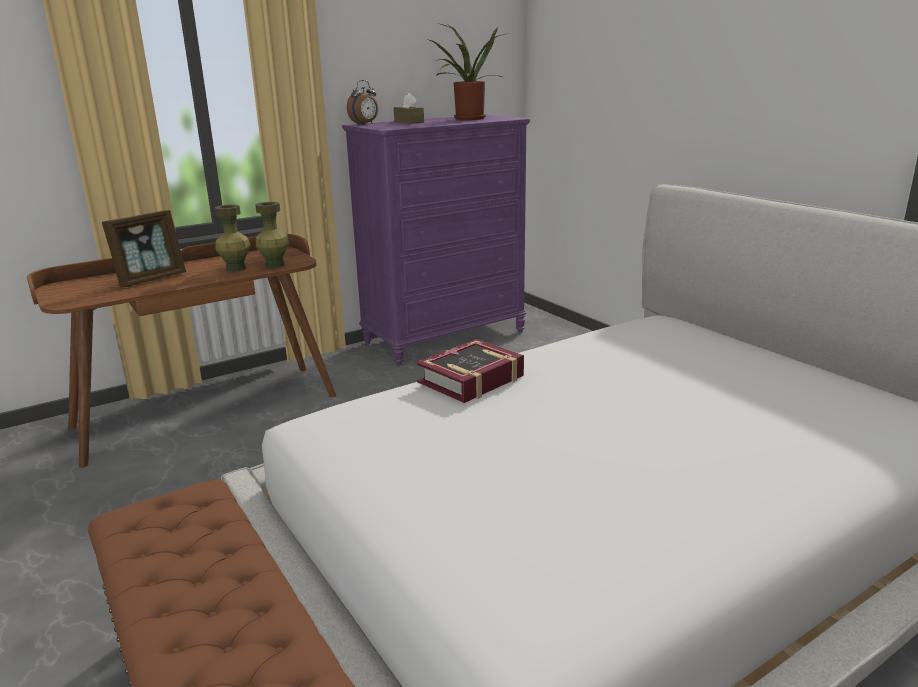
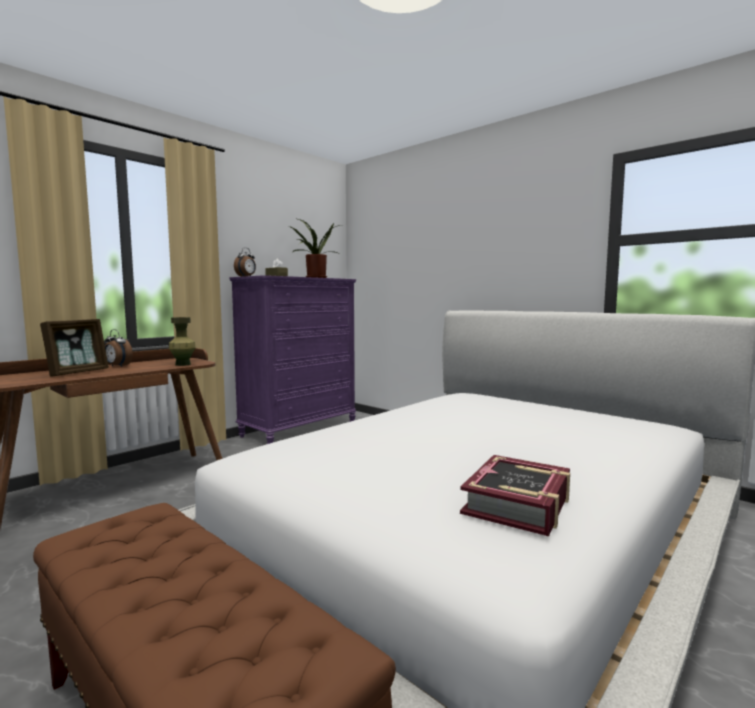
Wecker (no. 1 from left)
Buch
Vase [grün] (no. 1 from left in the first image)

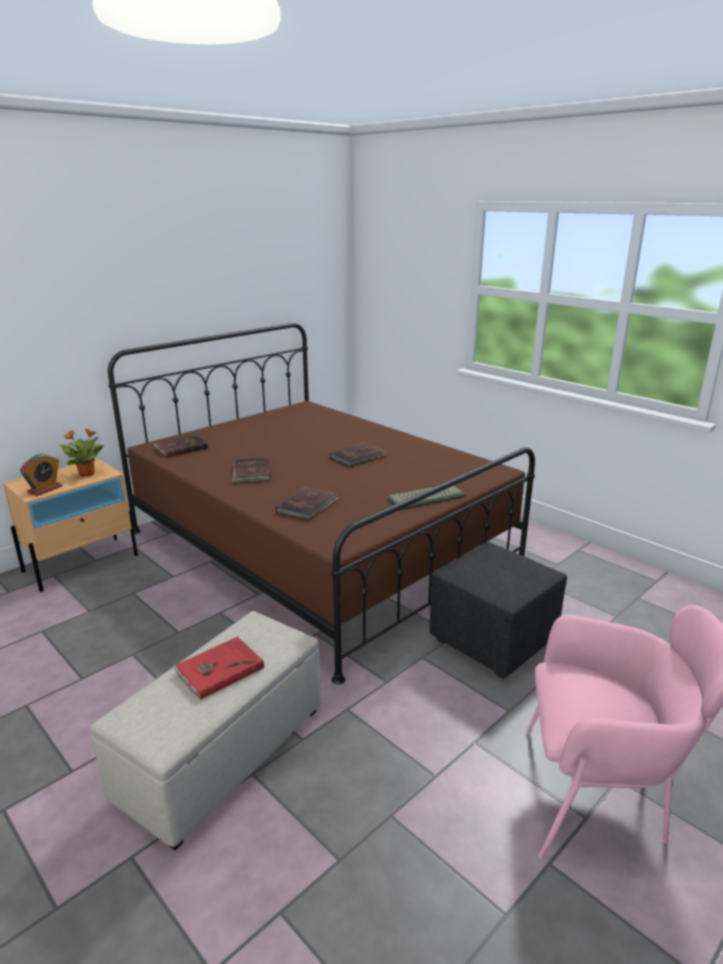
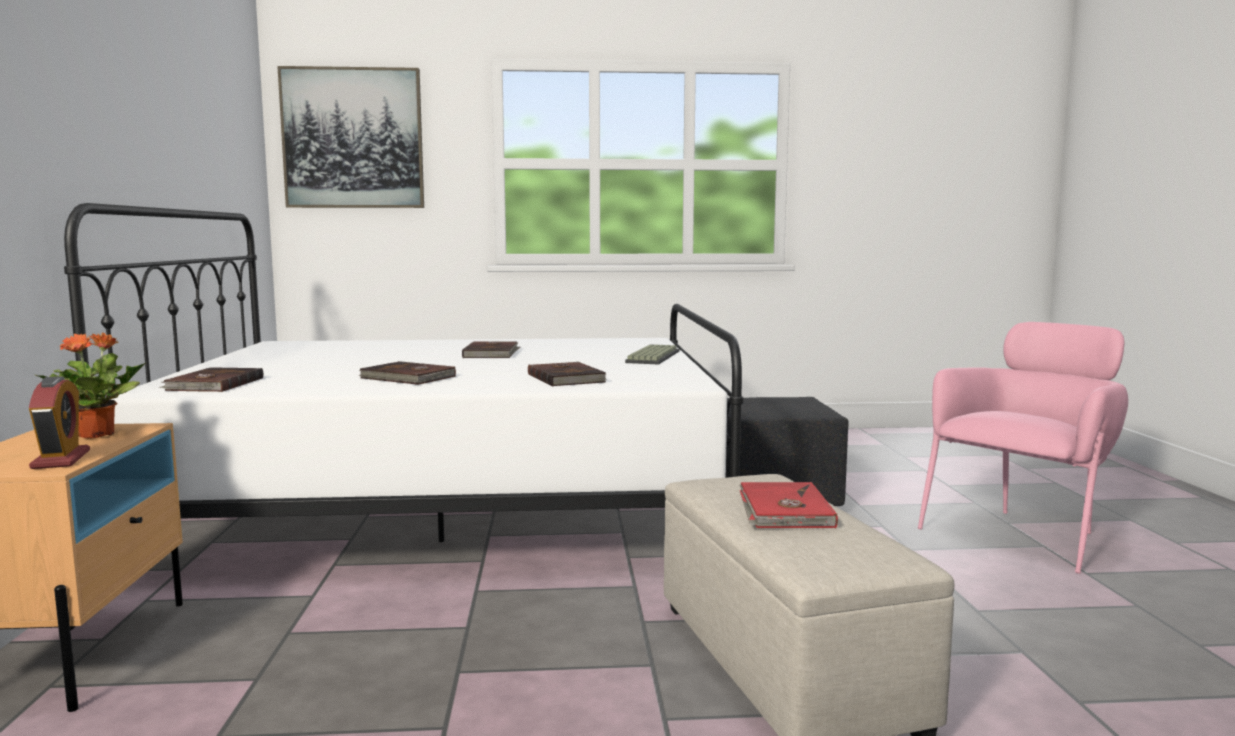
Bett [weiß]
Bild

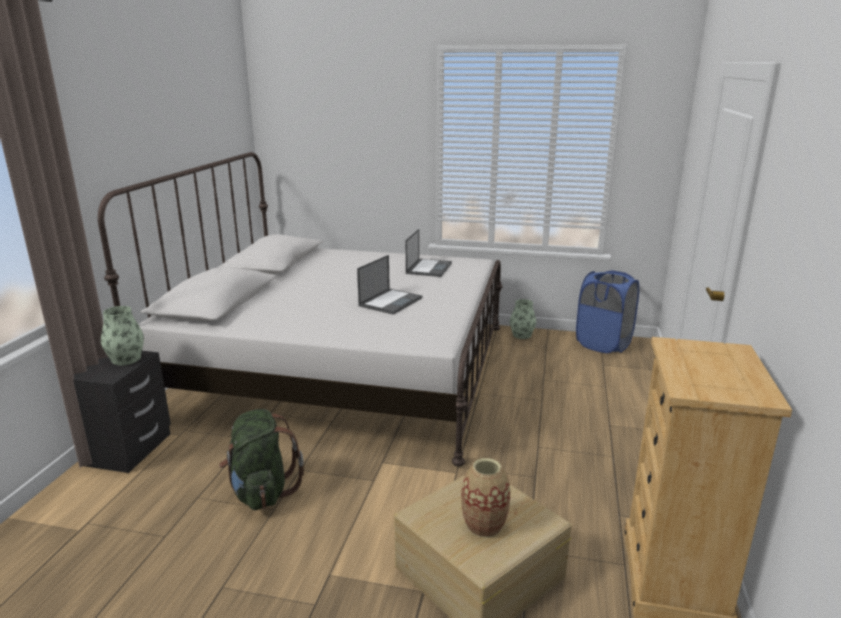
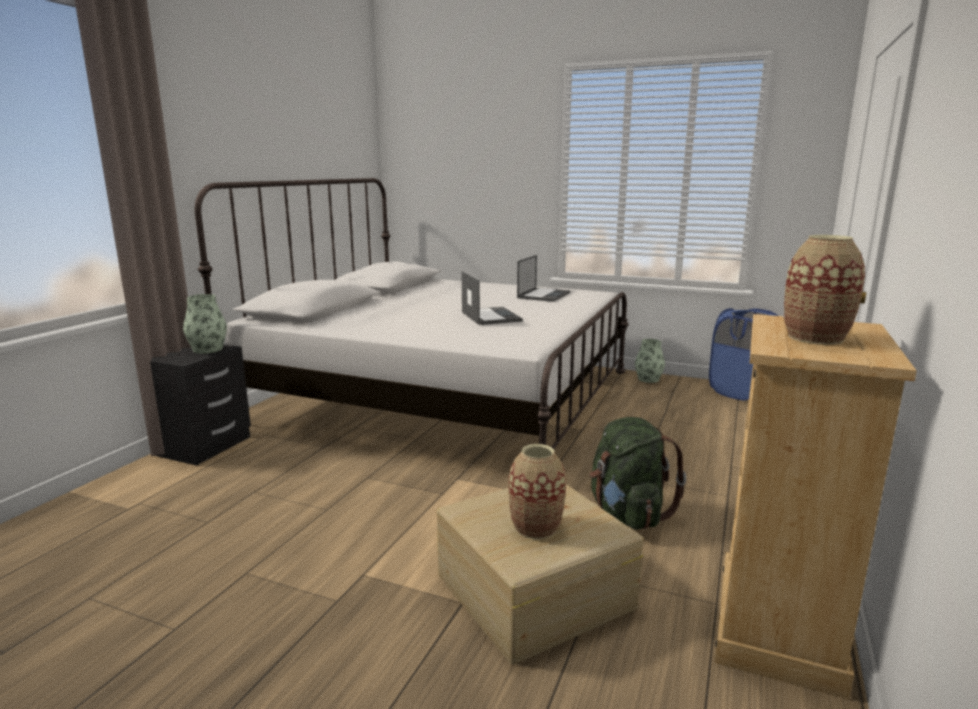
Laptop (no. 1 from left)
Rucksack [grün]
Vase (no. 4 from left)

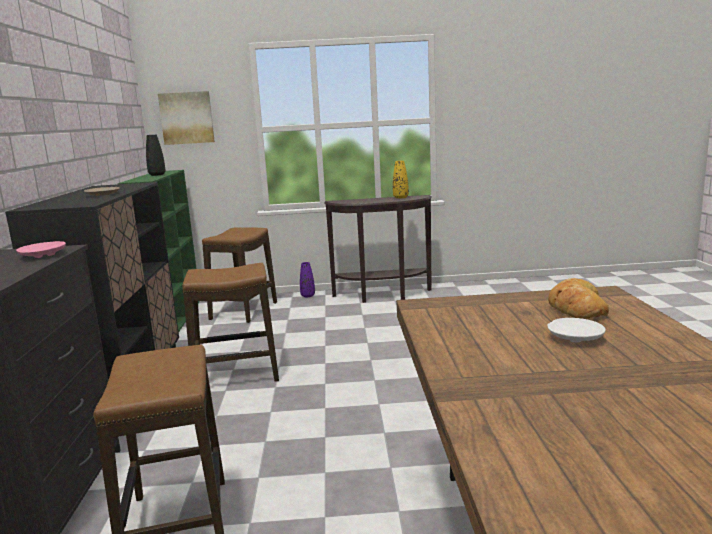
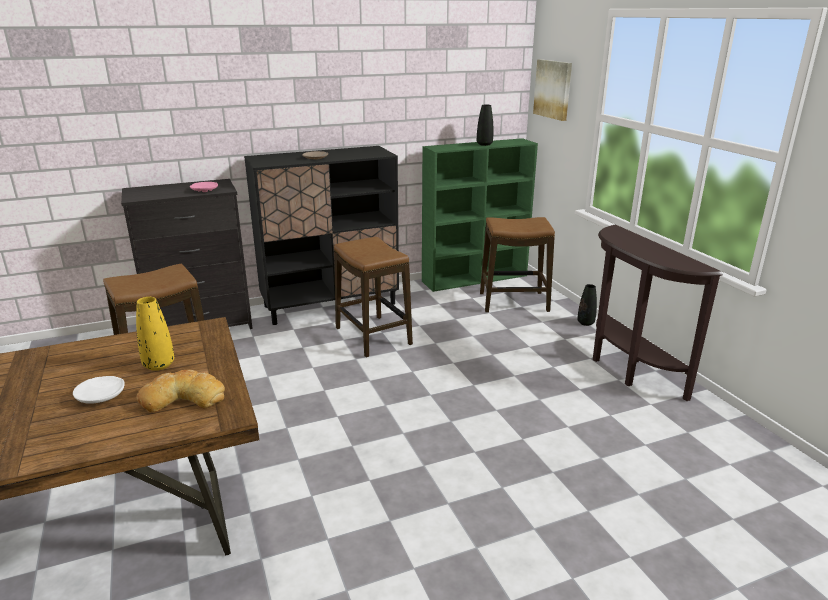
Vase [gelb]
Vase [schwarz] (no. 2 from left)

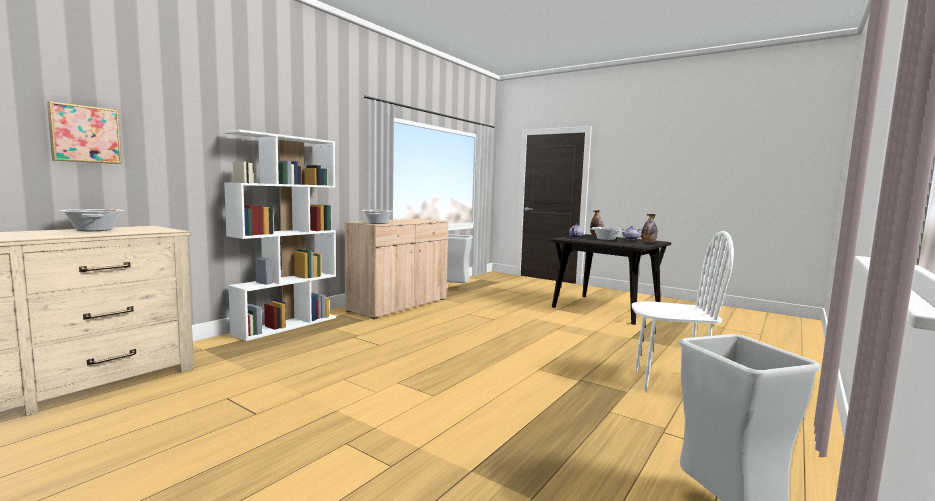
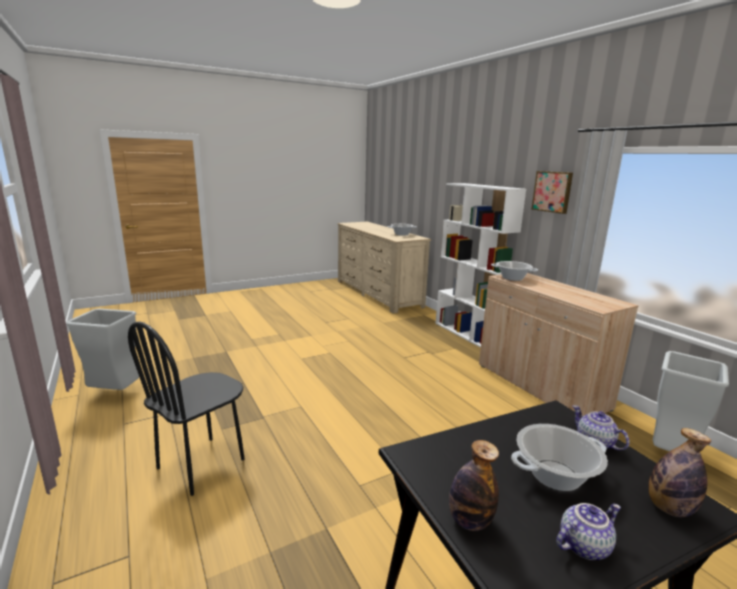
Stuhl [schwarz]
Bild

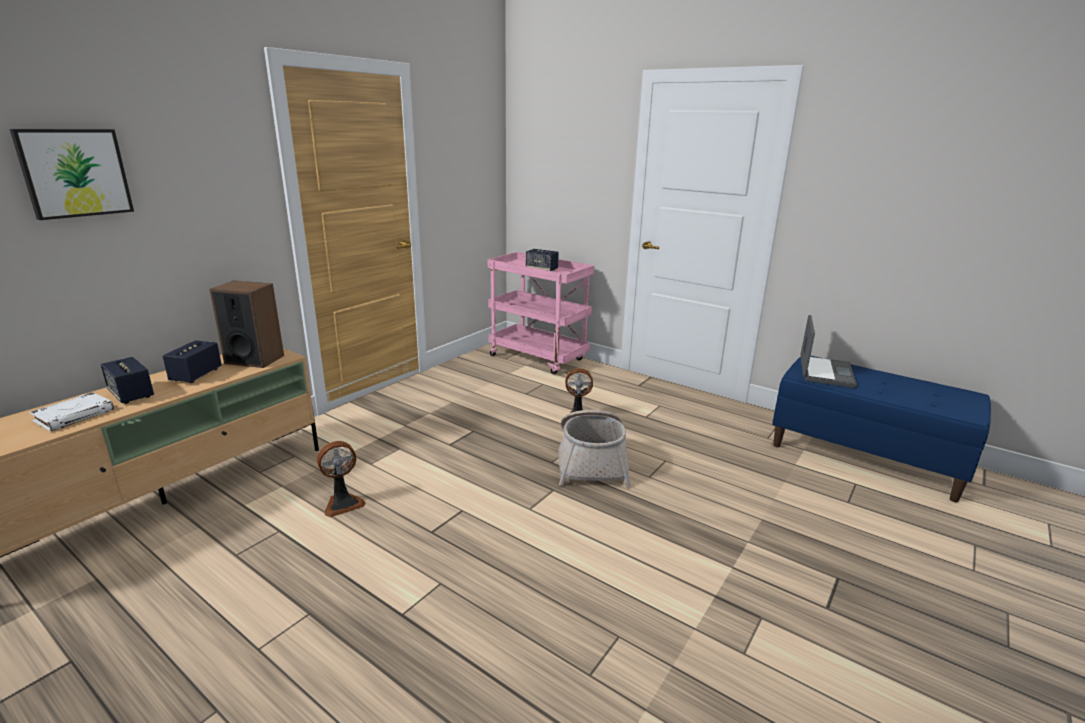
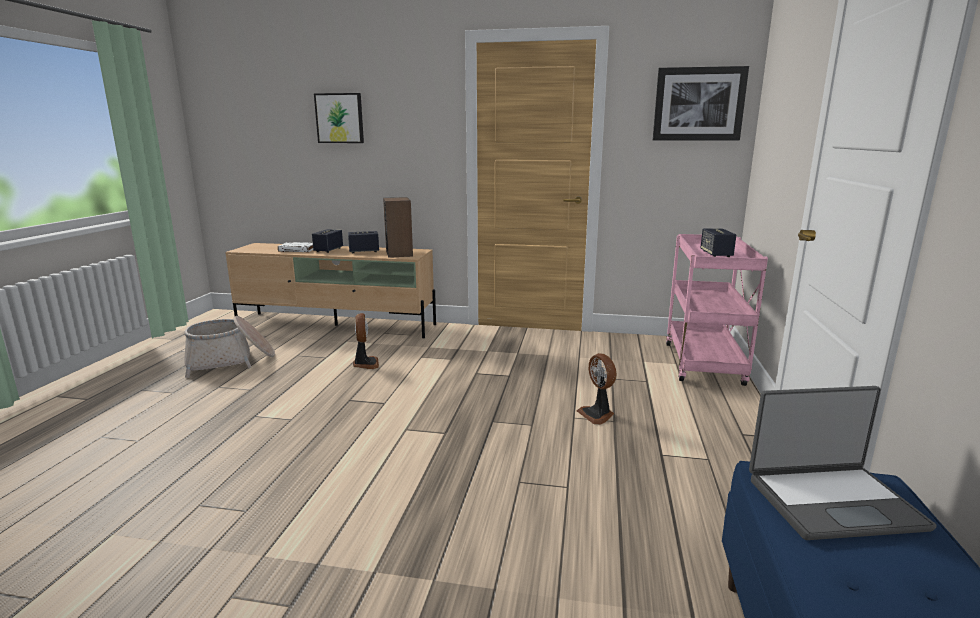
Korb
Ventilator (no. 1 from left)
Bild (no. 2 from left)

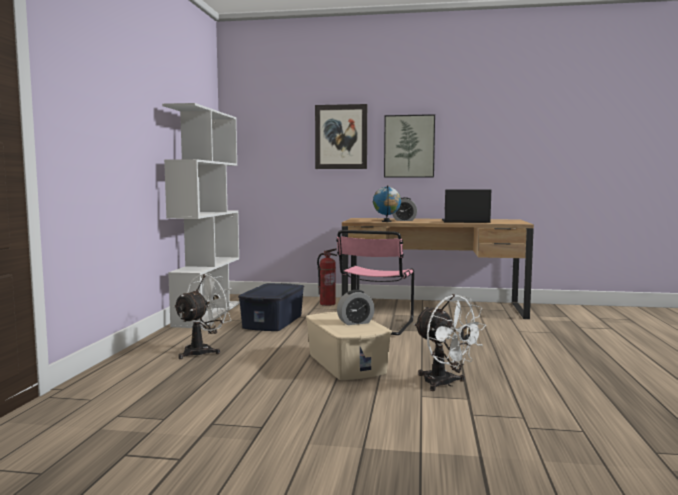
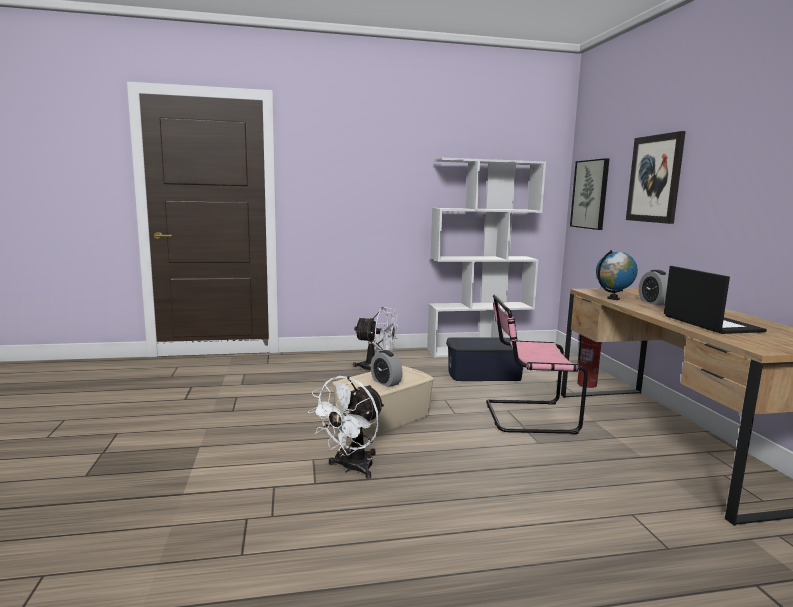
Bild (no. 1 from left)

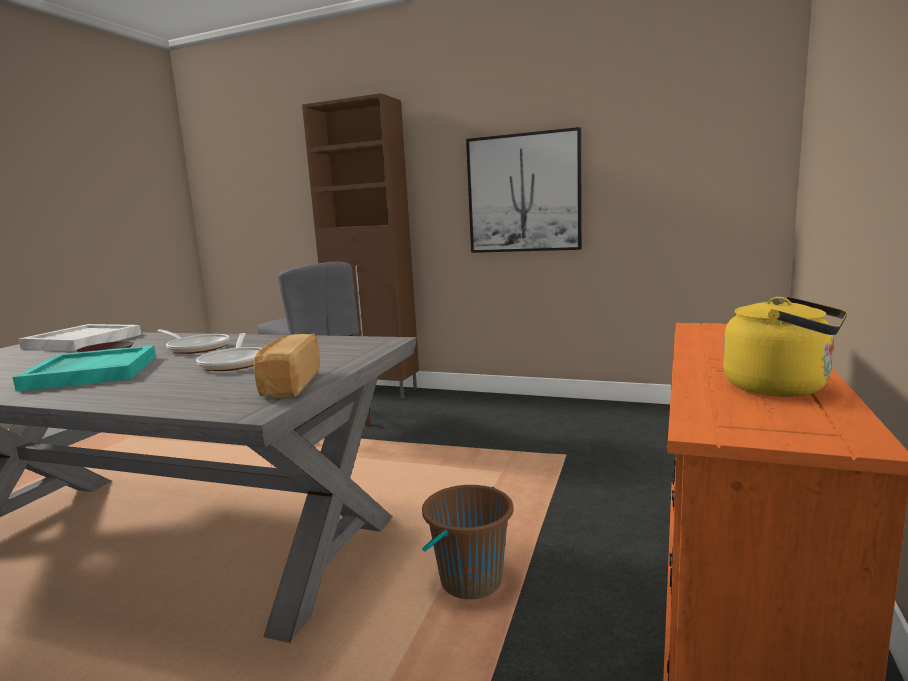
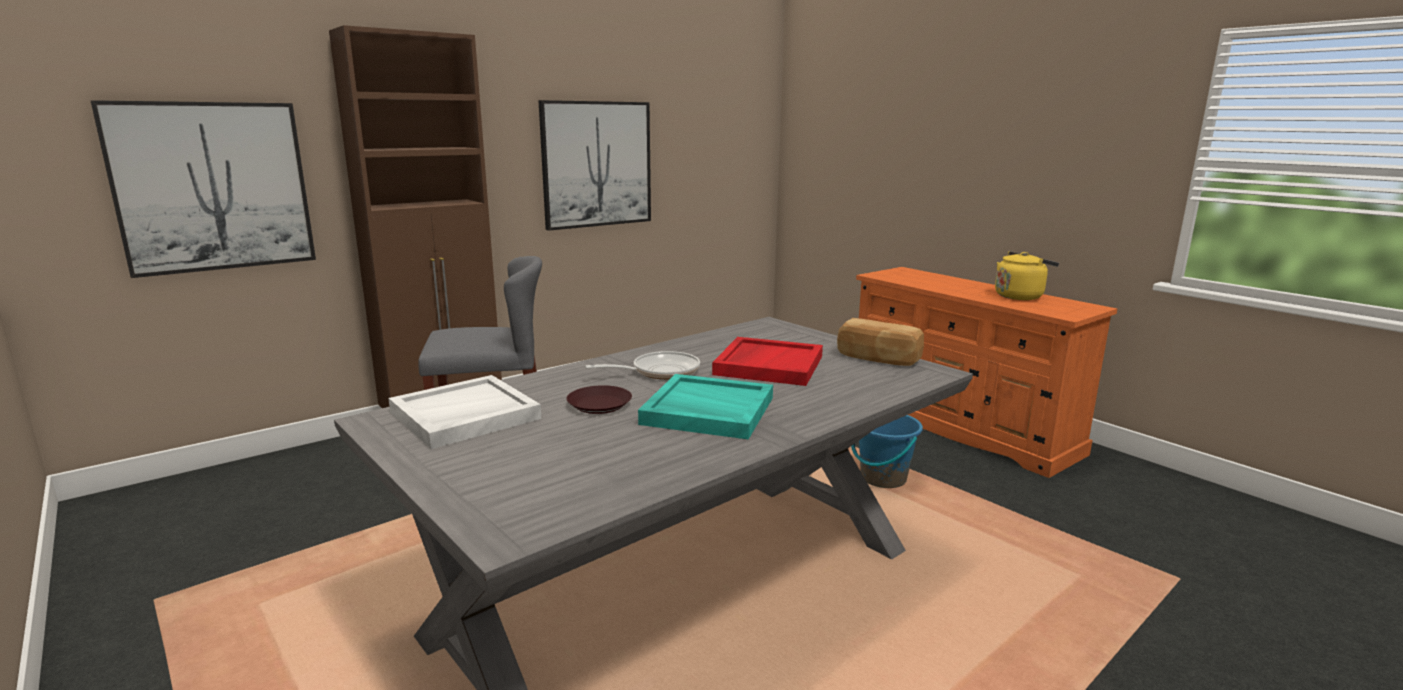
Bild (no. 1 from left)
Tablett [rot]
Eimer [blau]

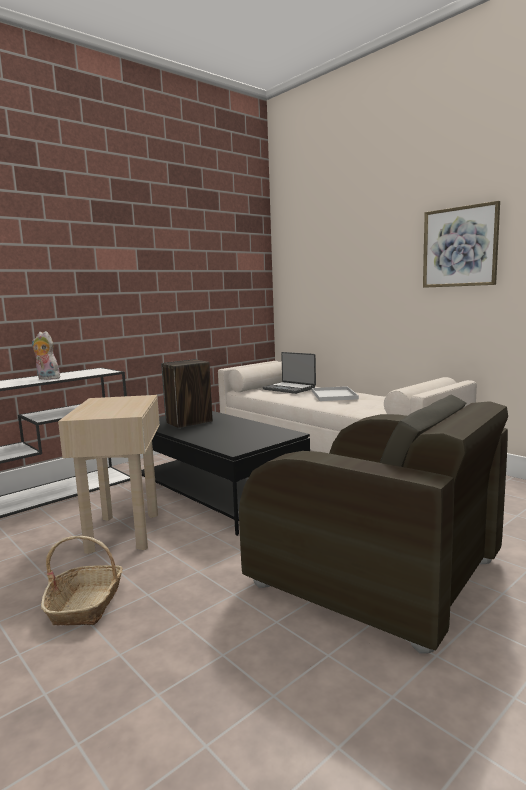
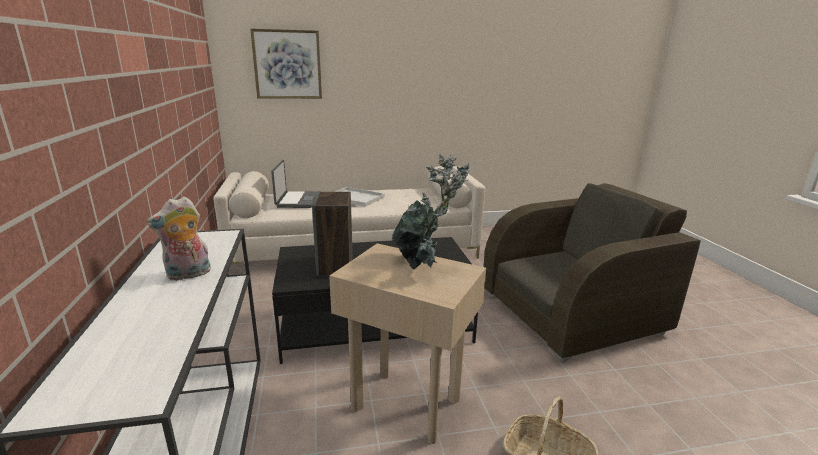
Bild
Laptop
Topfpflanze

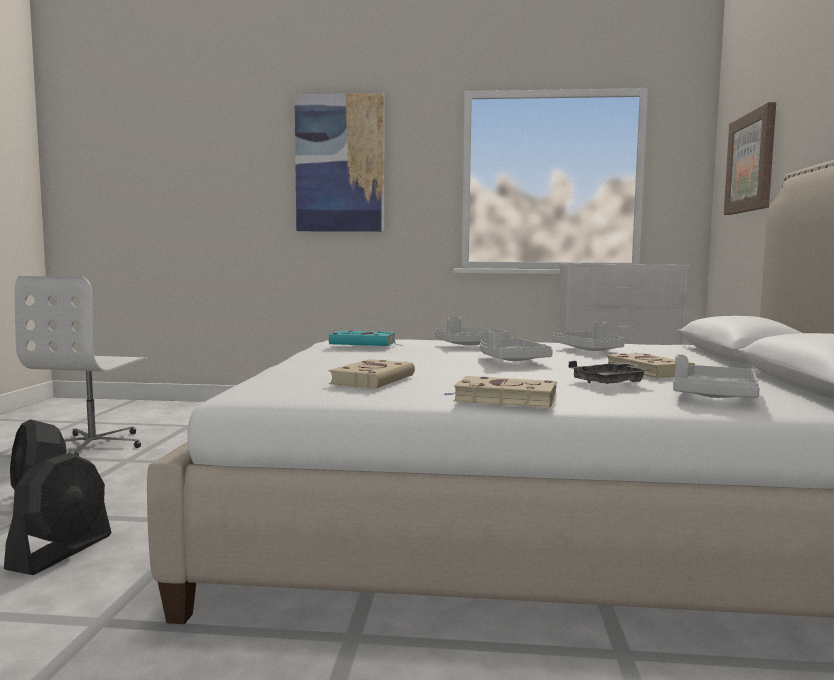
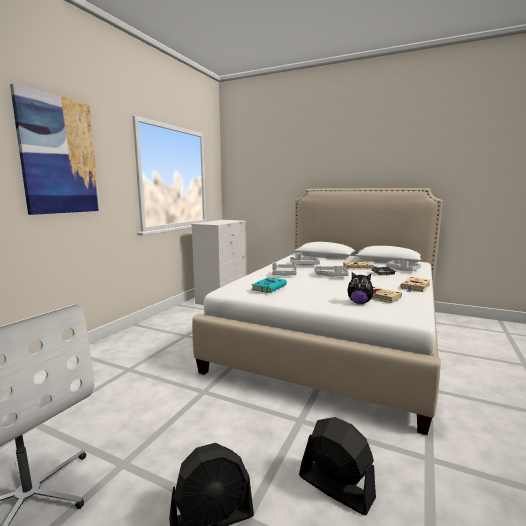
Plüschtier
Bild (no. 2 from left in the first image)

